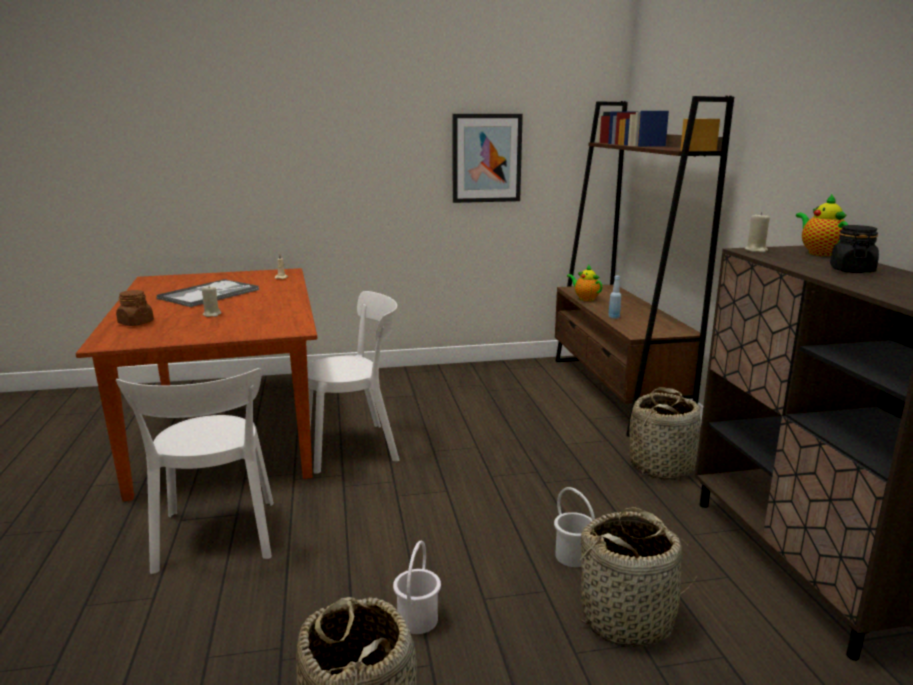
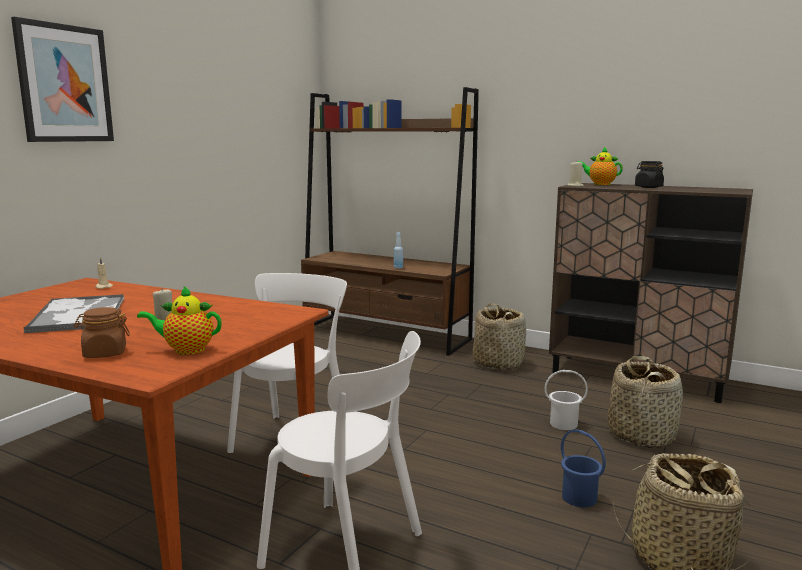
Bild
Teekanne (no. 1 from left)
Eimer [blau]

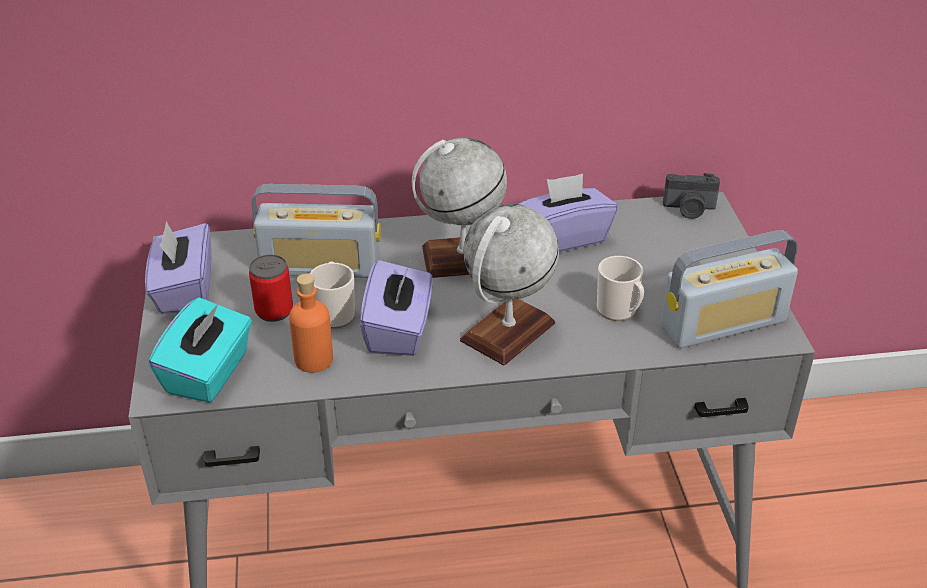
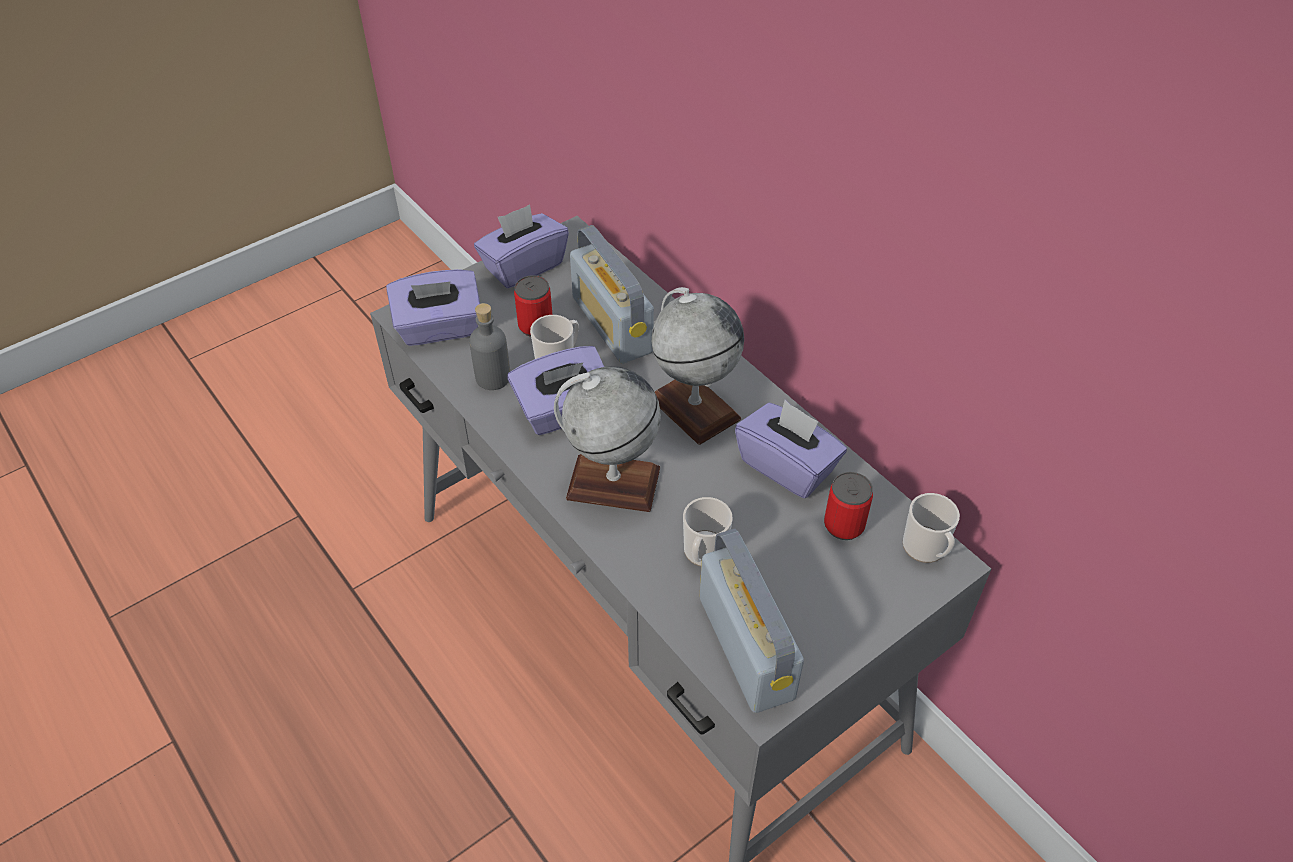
Taschentuchbox [lila] (no. 1 from left)
Flasche [grau]
Radio (no. 2 from left)
Dose (no. 2 from left)
Henkelbecher (no. 3 from left)

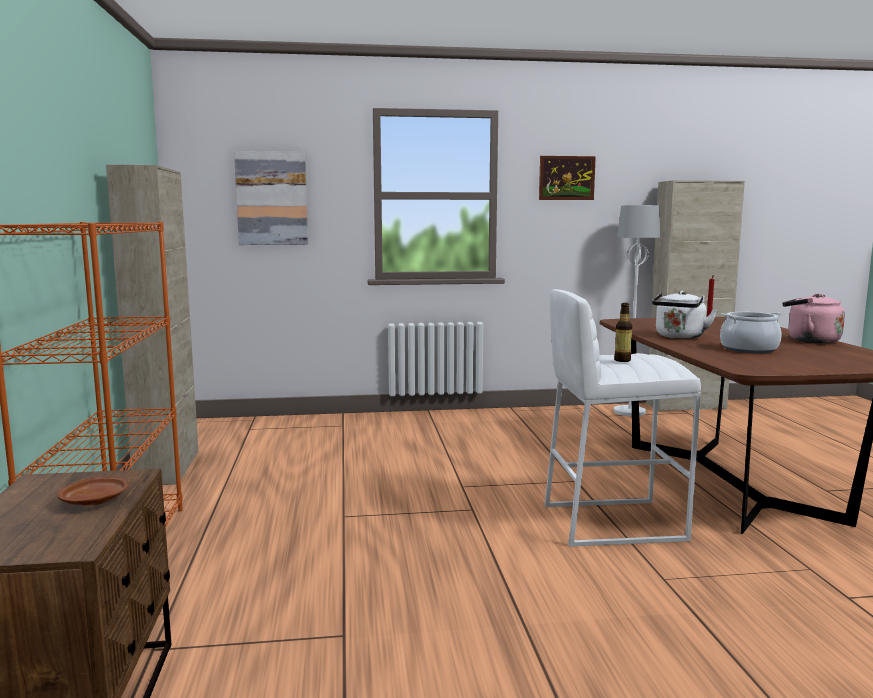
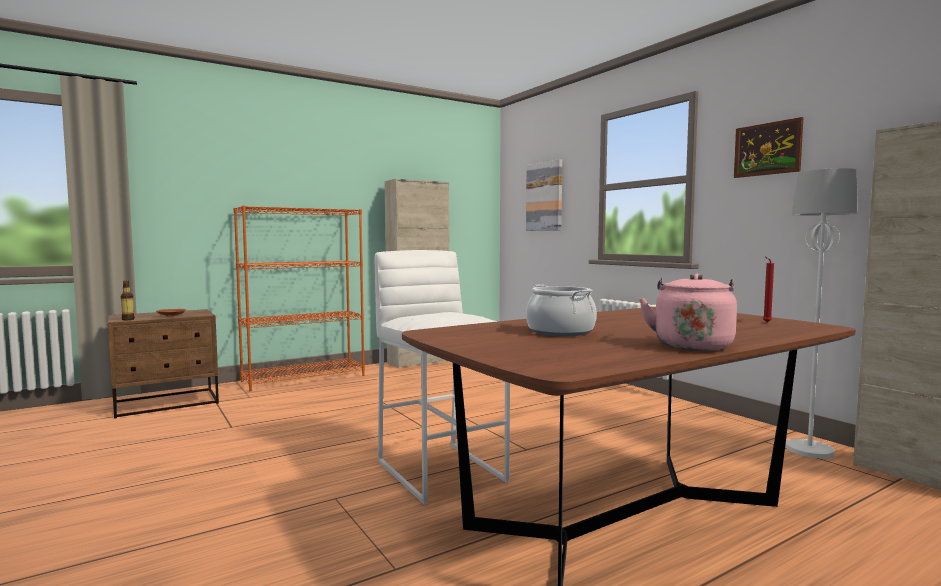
Flasche
Wasserkessel [weiß]

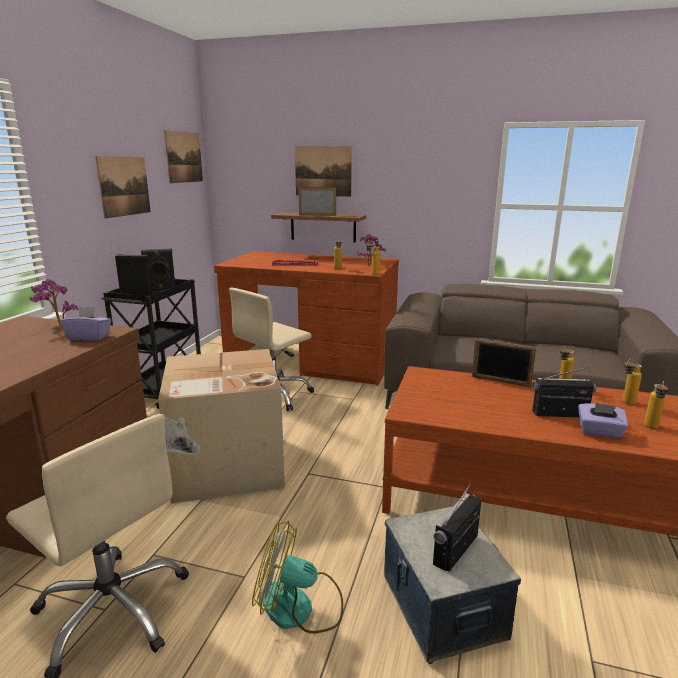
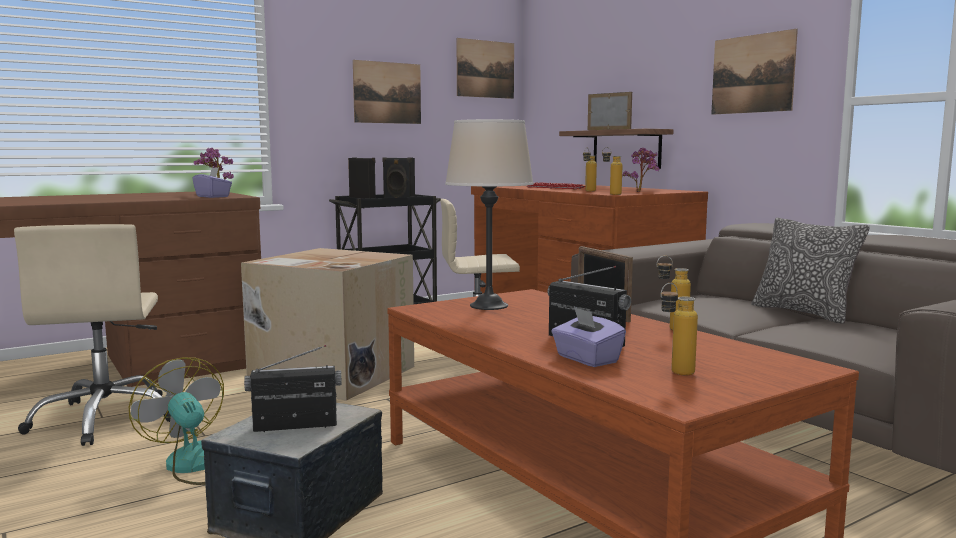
Tischlampe [beige]
Bild (no. 3 from left)
Kissen
Flasche (no. 4 from left in the first image)

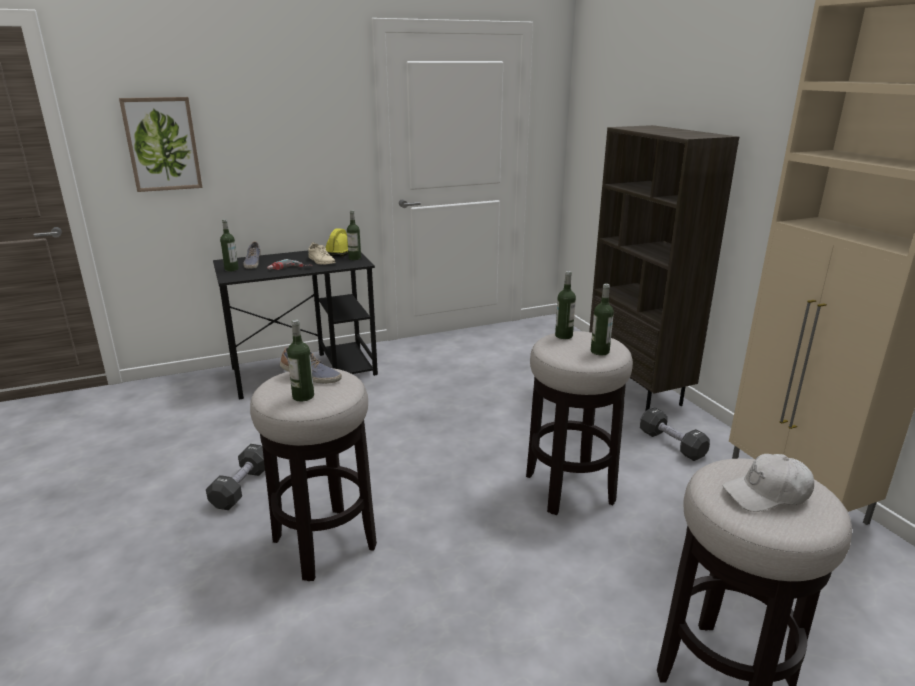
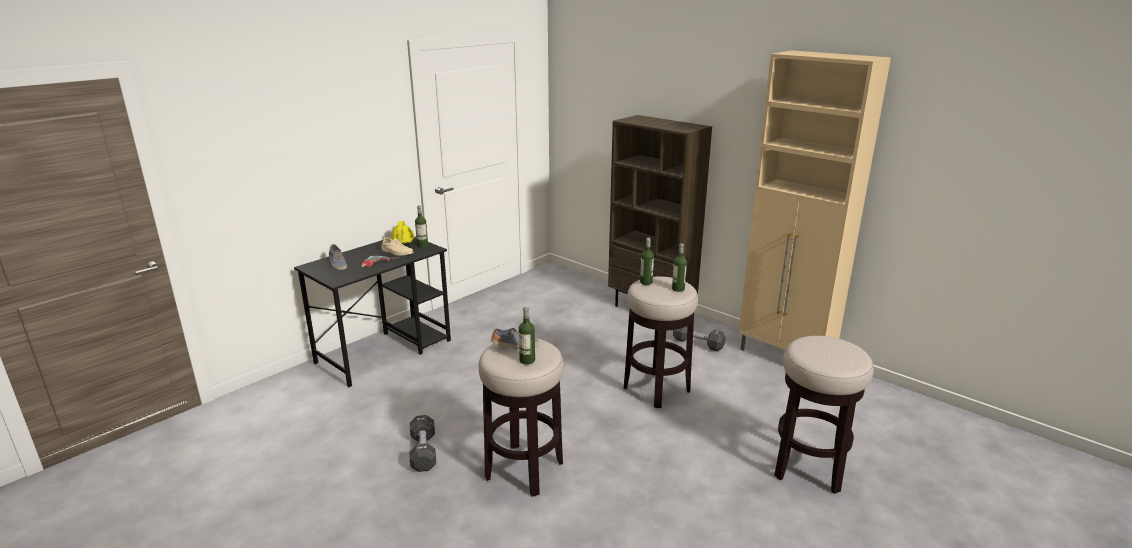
Bild
Flasche (no. 1 from left in the first image)
Kappe [weiß]

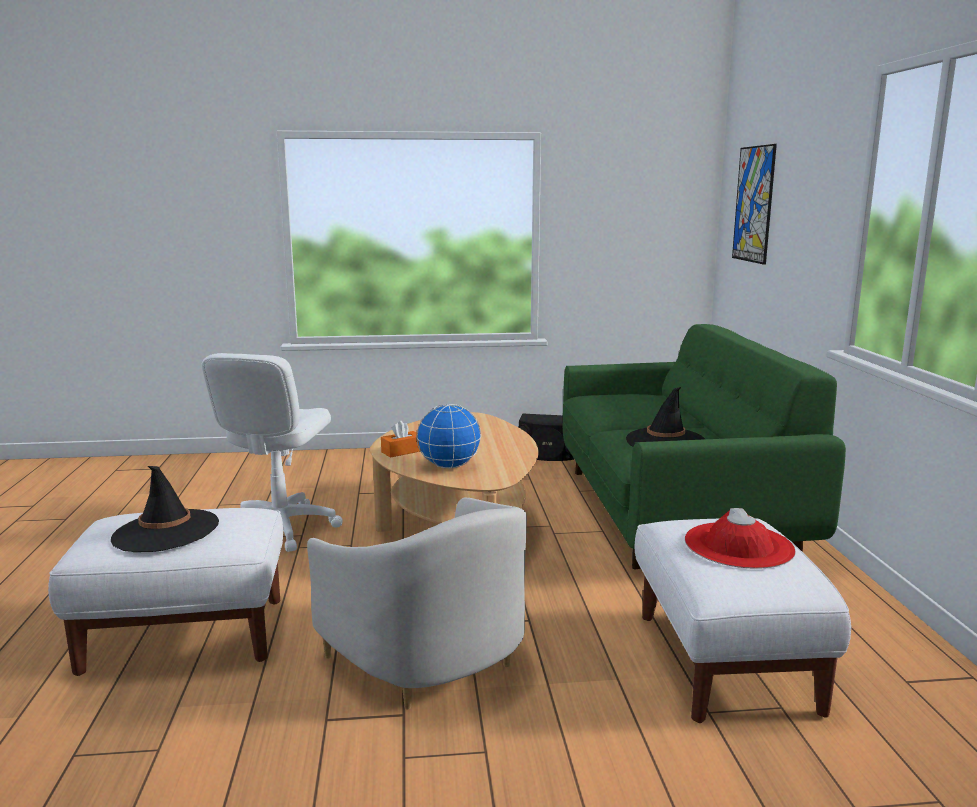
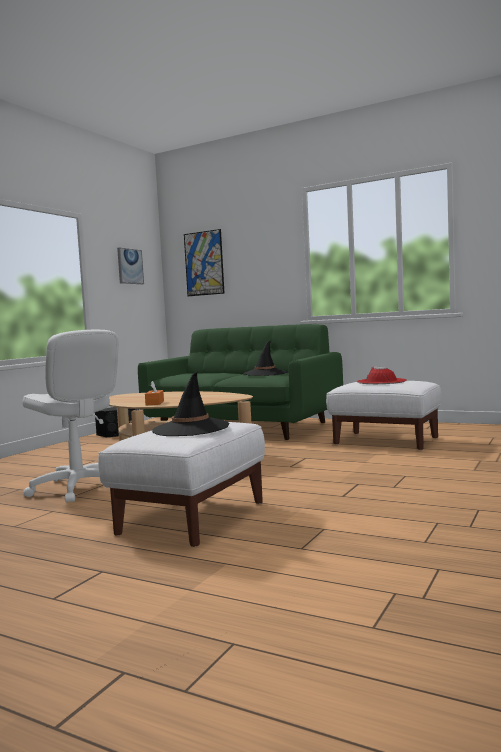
Bild (no. 1 from left)
Sessel [weiß]
Globus

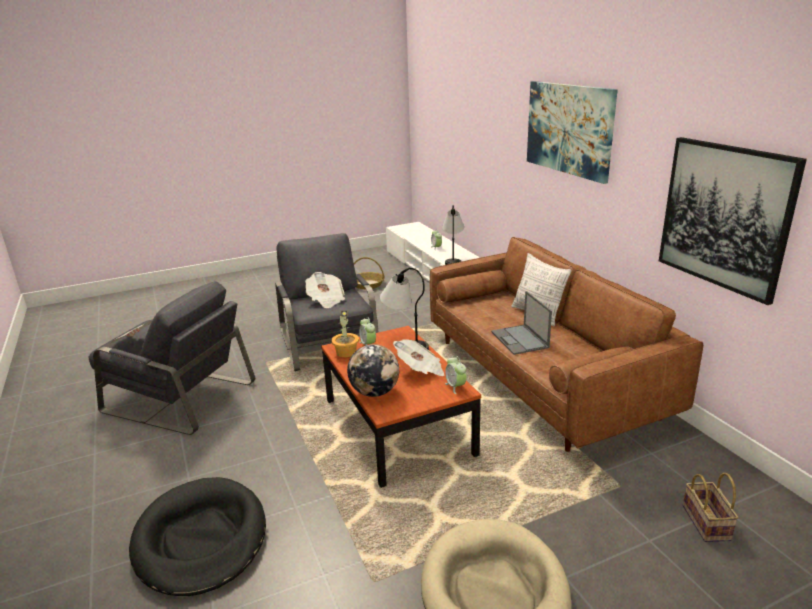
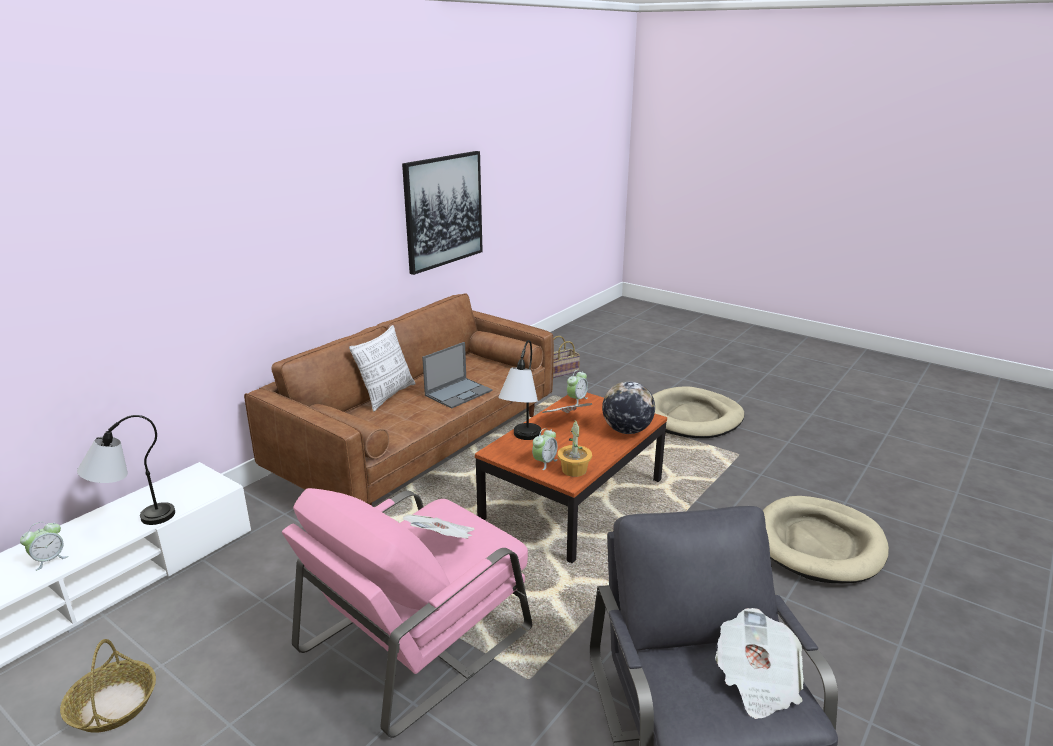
Sessel [rosa]
Hundebett [beige] (no. 2 from left)
Bild (no. 1 from left in the first image)

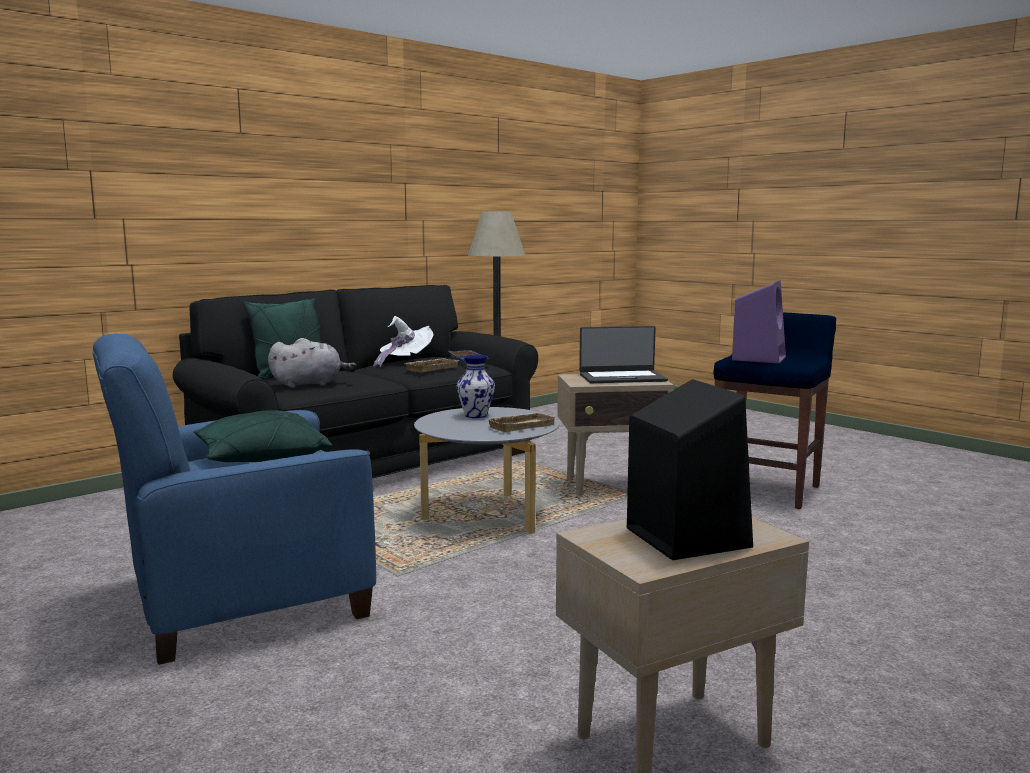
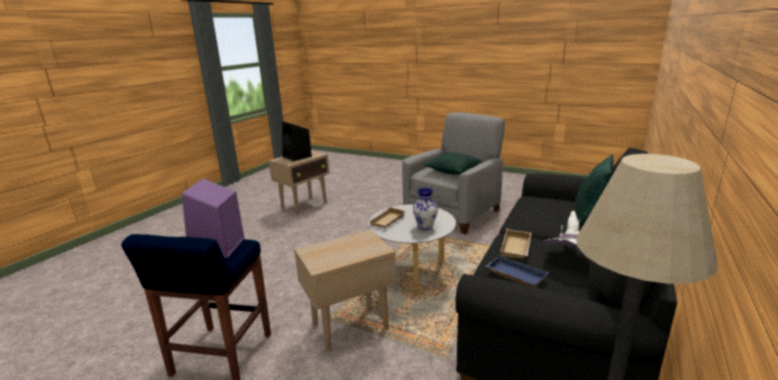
Sessel [grau]
Plüschtier [grau]
Laptop

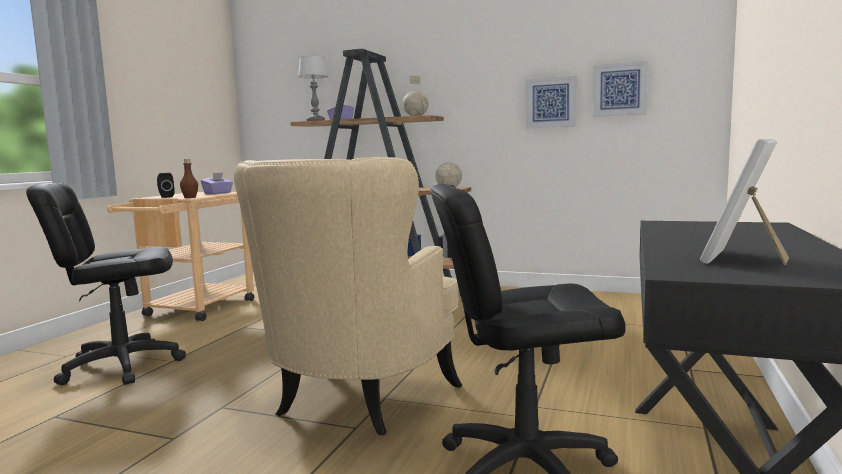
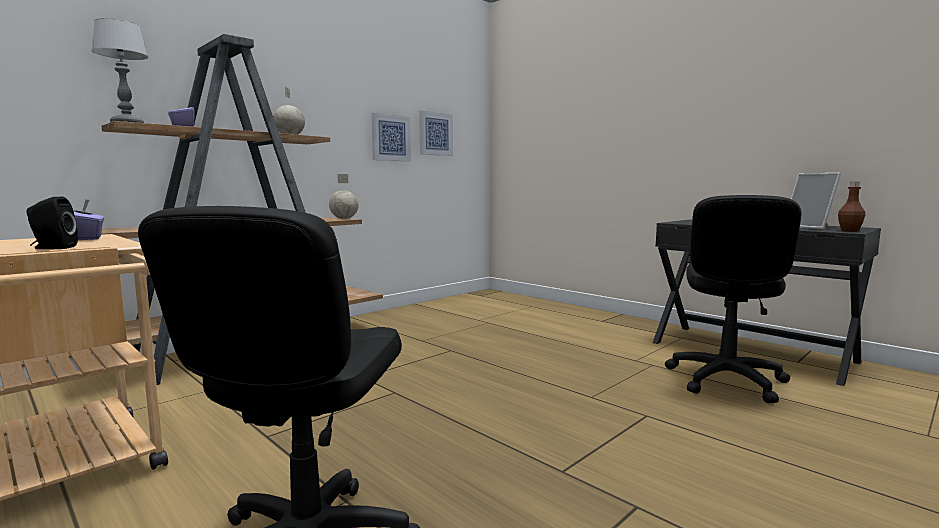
Flasche [braun]
Sessel [beige]

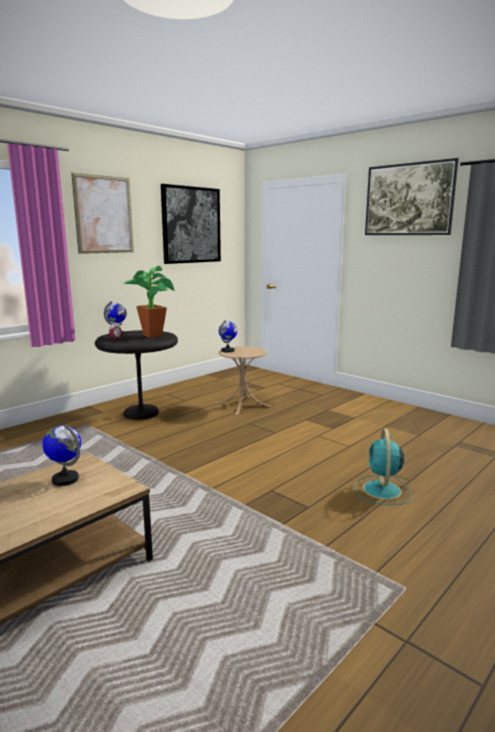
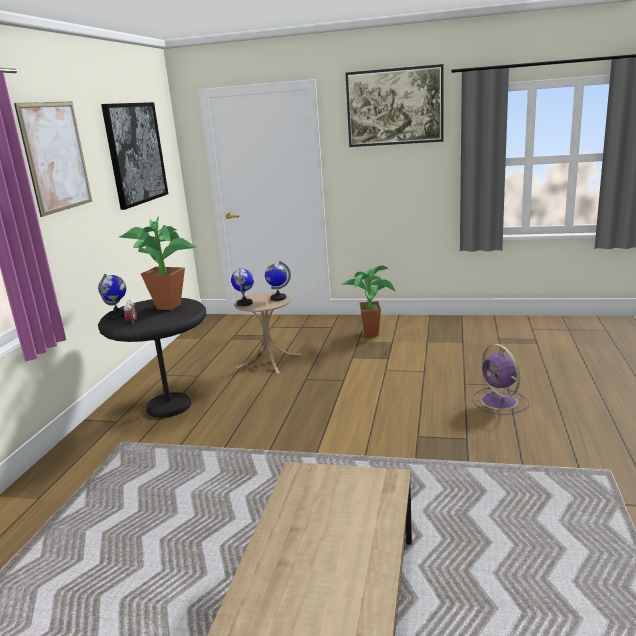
Globus (no. 3 from left)
Topfpflanze (no. 2 from left)
Ventilator [lila]

